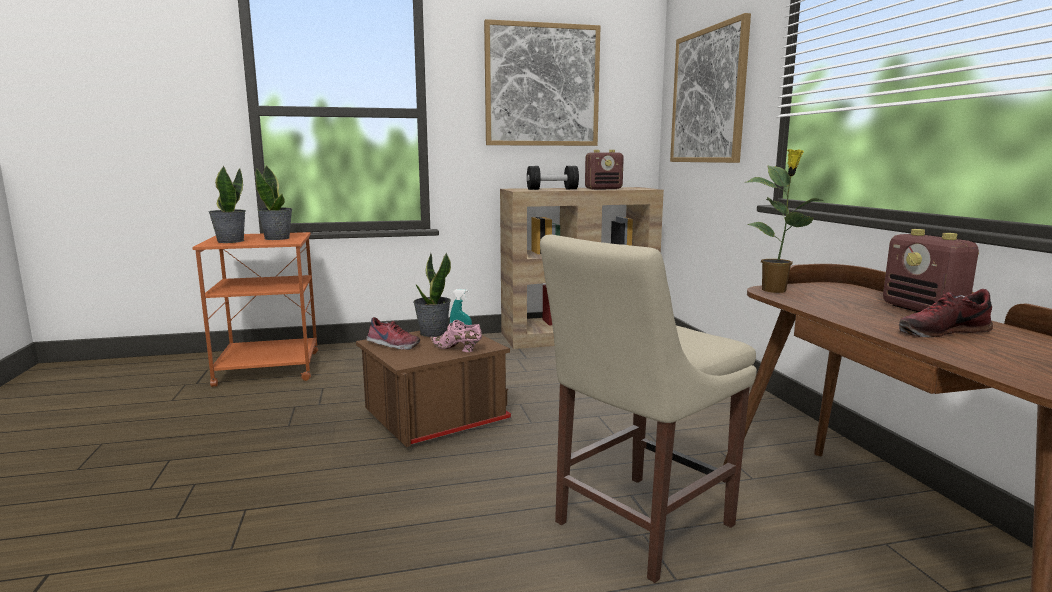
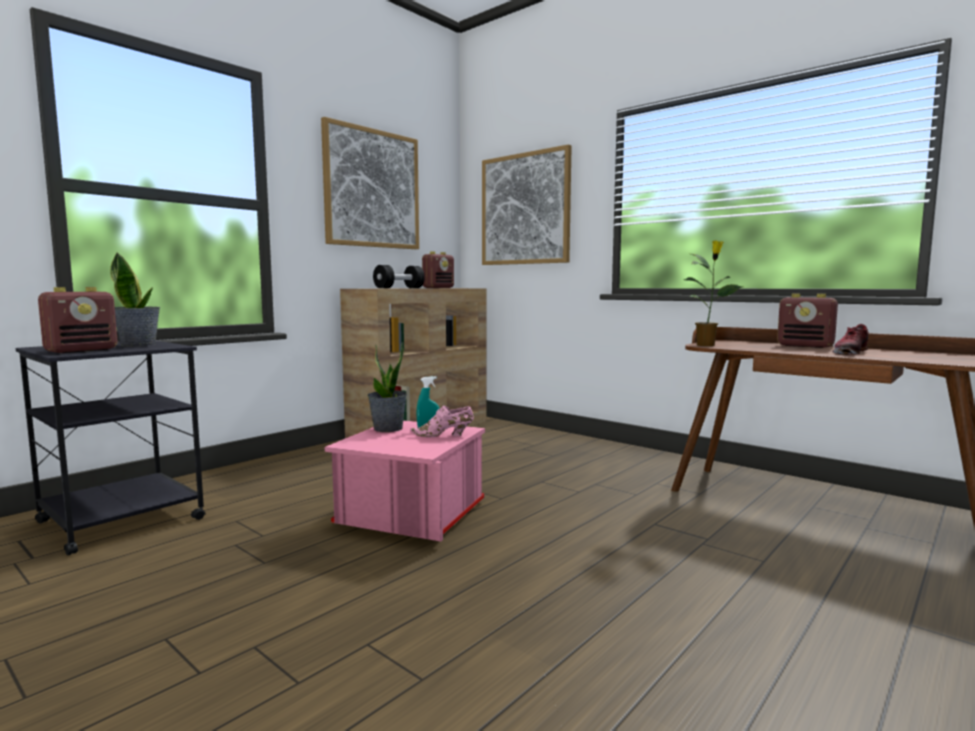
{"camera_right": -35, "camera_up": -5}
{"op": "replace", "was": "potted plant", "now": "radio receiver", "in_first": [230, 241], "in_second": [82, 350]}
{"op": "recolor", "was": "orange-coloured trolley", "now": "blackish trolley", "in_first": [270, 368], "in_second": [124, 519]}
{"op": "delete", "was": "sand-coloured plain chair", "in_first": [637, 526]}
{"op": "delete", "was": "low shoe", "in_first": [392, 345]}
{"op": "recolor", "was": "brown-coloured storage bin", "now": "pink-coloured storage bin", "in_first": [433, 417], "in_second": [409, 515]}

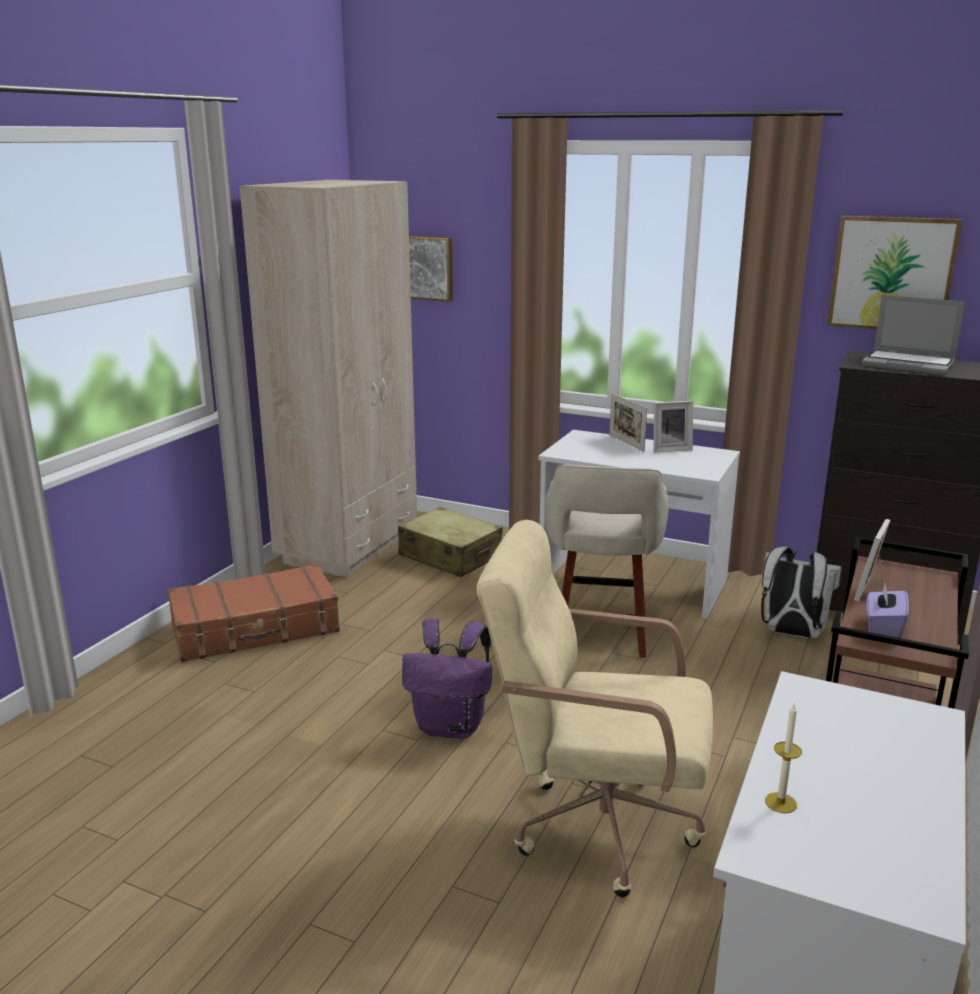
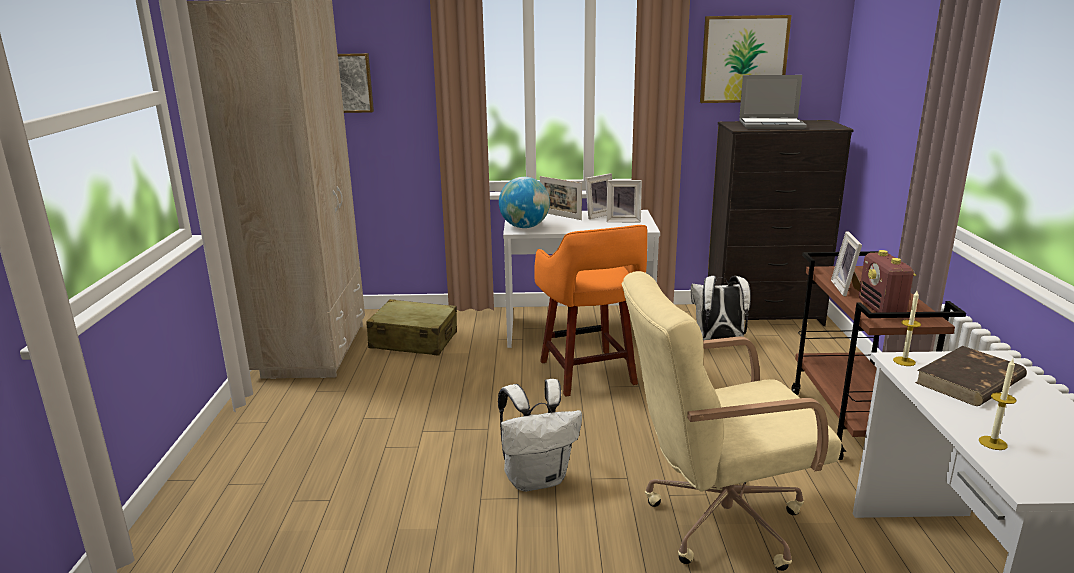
{"camera_right": -25, "camera_up": 0}
{"op": "recolor", "was": "sand-coloured stool seat", "now": "orange-coloured stool seat", "in_first": [599, 634], "in_second": [588, 375]}
{"op": "delete", "was": "brown-coloured piece of luggage", "in_first": [256, 629]}
{"op": "replace", "was": "purple-coloured tissue box", "now": "radio receiver", "in_first": [883, 627], "in_second": [881, 309]}
{"op": "recolor", "was": "purple-coloured rucksack", "now": "white rucksack", "in_first": [451, 726], "in_second": [537, 478]}
{"op": "insert", "now": "desk globe", "in_second": [524, 227]}
{"op": "insert", "now": "standing frame", "in_second": [623, 220]}
{"op": "insert", "now": "wax light", "in_second": [904, 361]}
{"op": "insert", "now": "brown-coloured book", "in_second": [969, 382]}

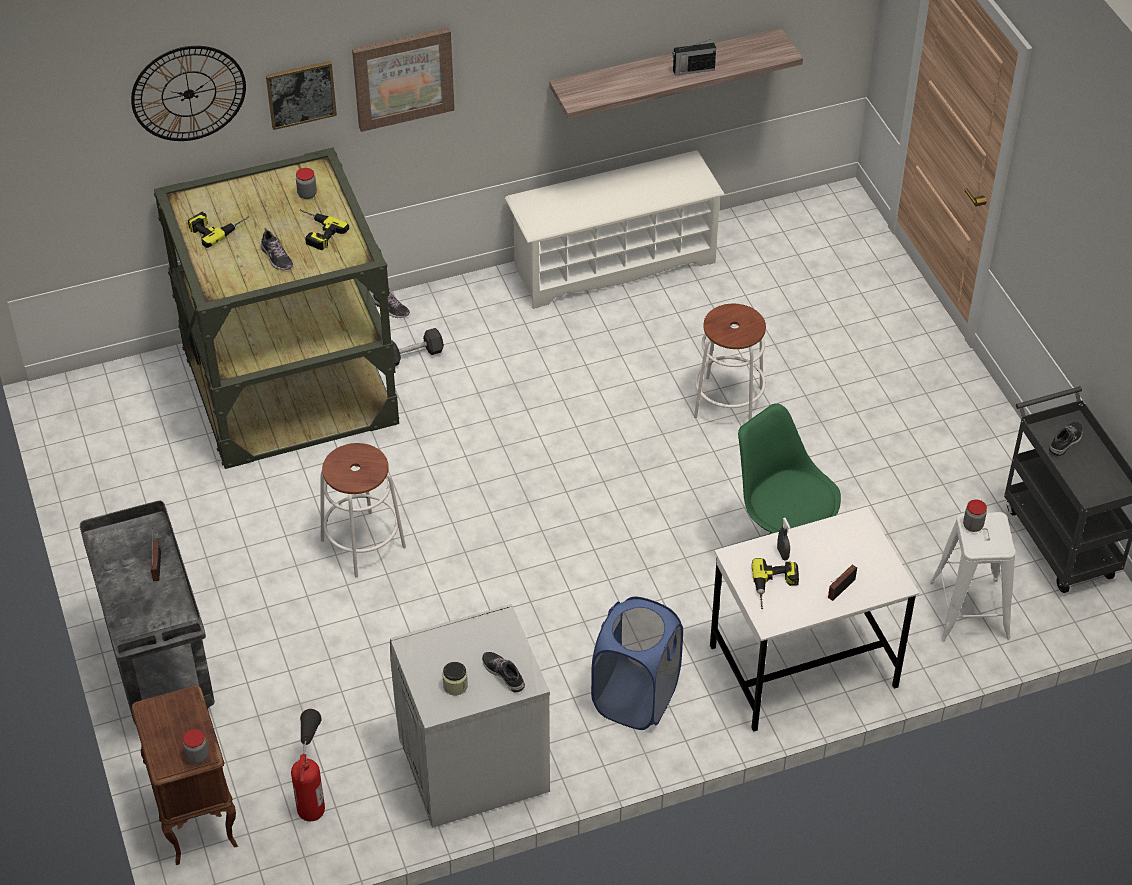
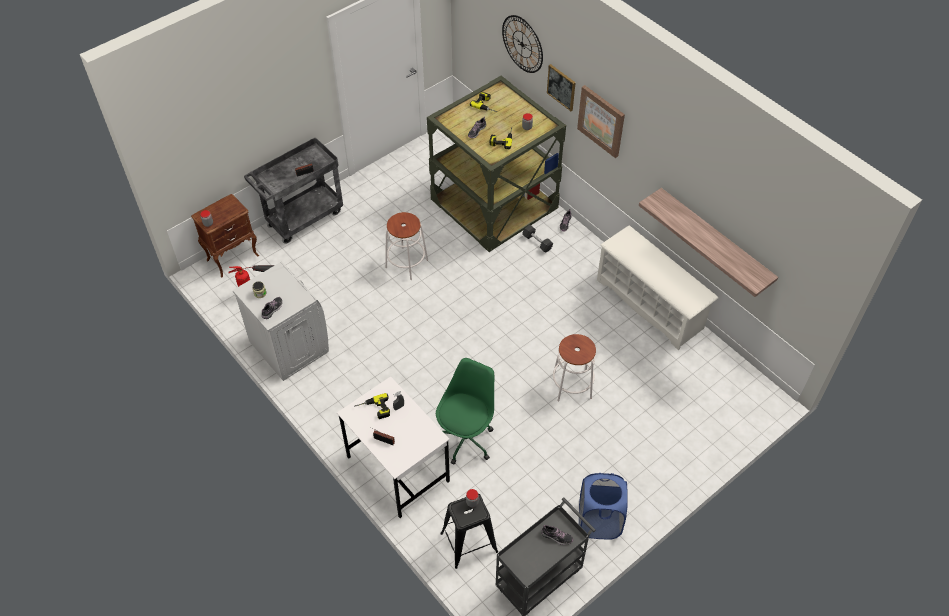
{"camera_right": 70, "camera_up": 5}
{"op": "delete", "was": "radio receiver", "in_first": [692, 70]}
{"op": "recolor", "was": "white stool seat", "now": "blackish stool seat", "in_first": [969, 609], "in_second": [469, 542]}
{"op": "move", "was": "blue laundry basket", "in_first": [635, 698], "in_second": [599, 521]}

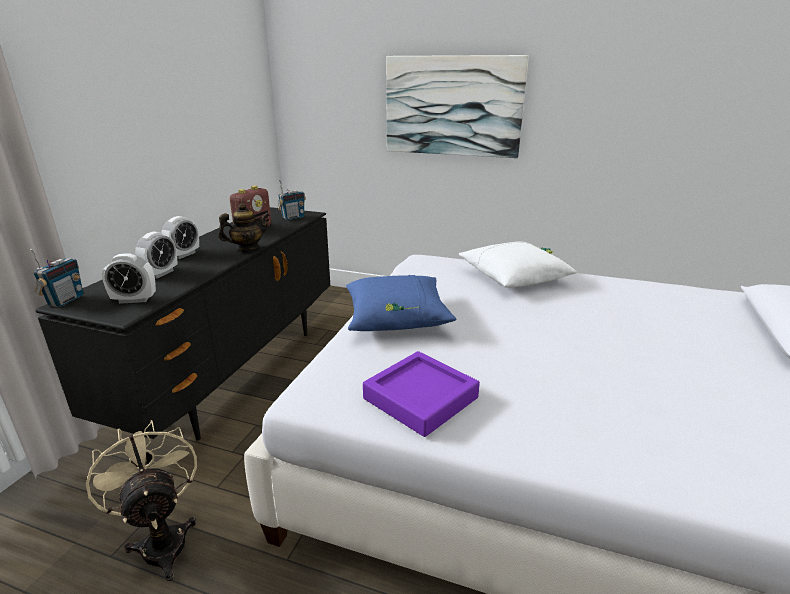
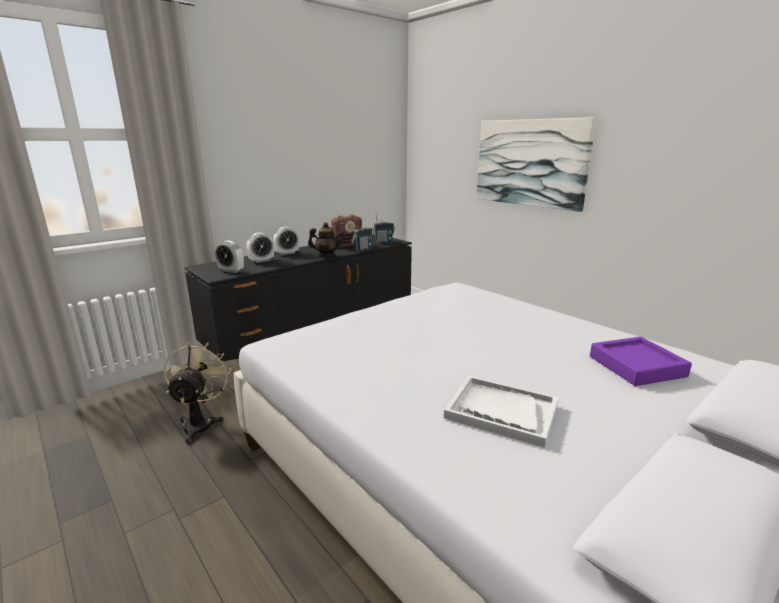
{"camera_right": 30, "camera_up": -5}
{"op": "delete", "was": "white pillow", "in_first": [513, 278]}
{"op": "move", "was": "radio receiver", "in_first": [65, 300], "in_second": [362, 249]}
{"op": "delete", "was": "blue pillow", "in_first": [396, 319]}
{"op": "move", "was": "purple-coloured tray", "in_first": [420, 398], "in_second": [636, 366]}
{"op": "insert", "now": "white tray", "in_second": [501, 411]}

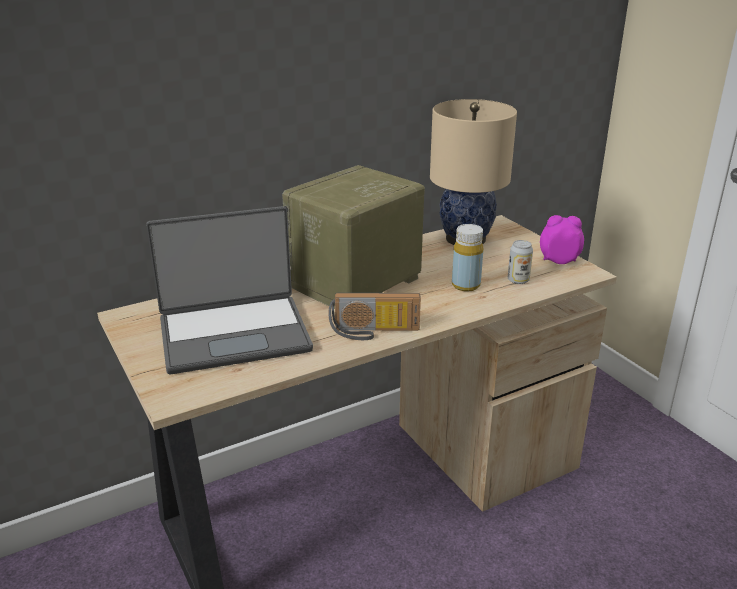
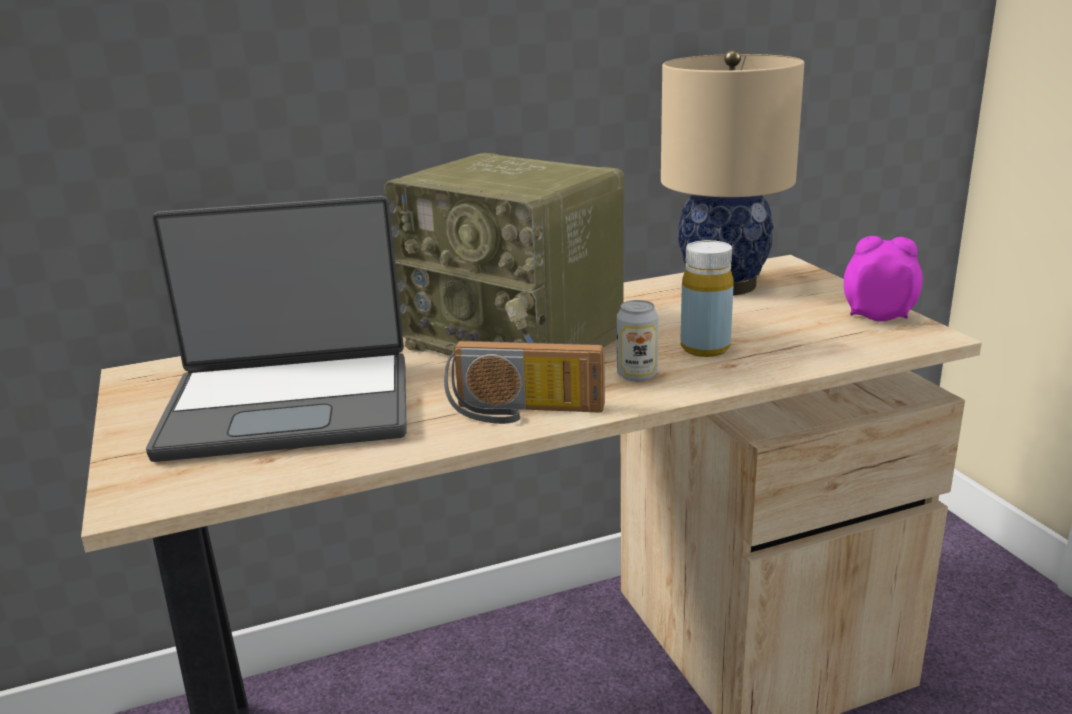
{"camera_right": 10, "camera_up": -5}
{"op": "rotate", "was": "radio receiver", "in_first": [354, 284], "in_second": [517, 341], "clockwise": -105}
{"op": "move", "was": "can", "in_first": [518, 280], "in_second": [637, 375]}

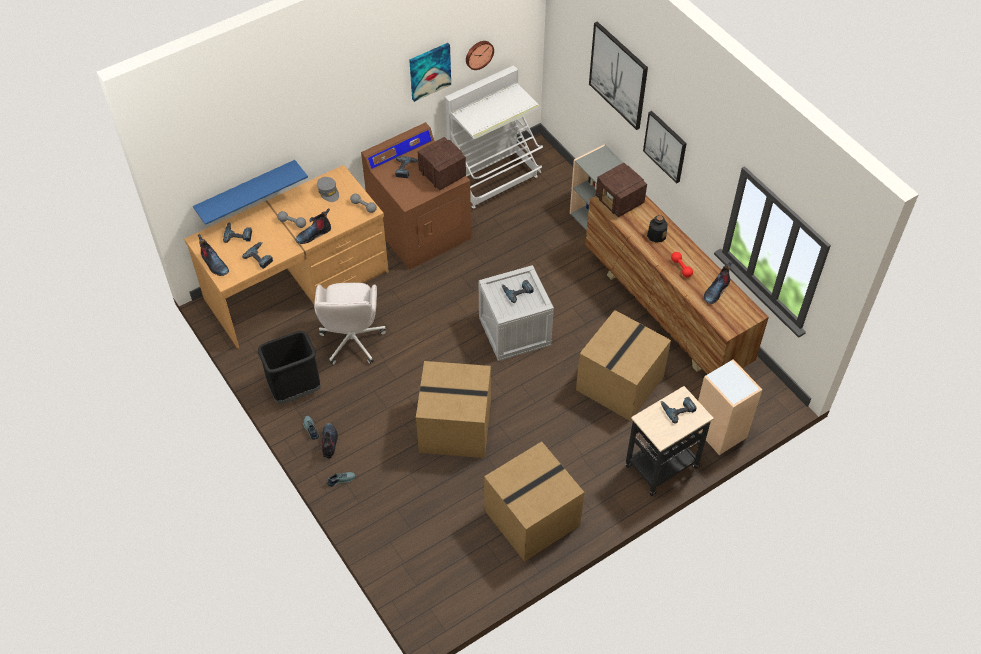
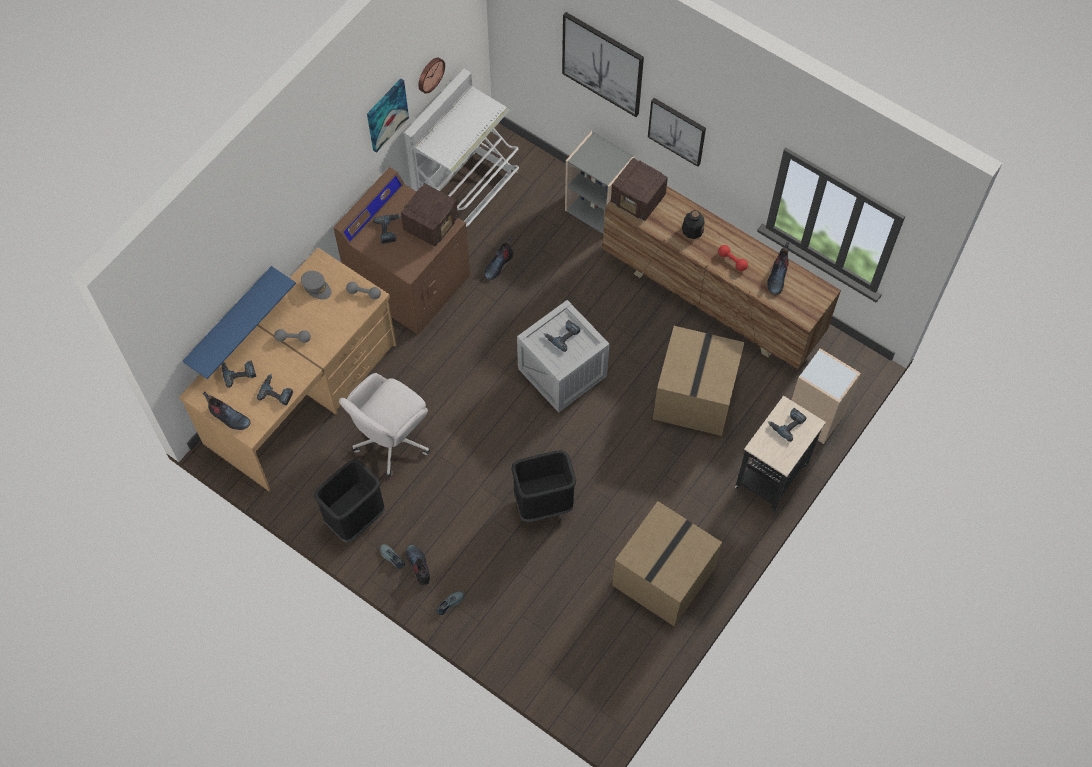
{"camera_right": -20, "camera_up": 10}
{"op": "rotate", "was": "radio receiver", "in_first": [442, 174], "in_second": [431, 224], "clockwise": 90}
{"op": "move", "was": "tall boot", "in_first": [314, 234], "in_second": [498, 264]}
{"op": "rotate", "was": "white desk chair", "in_first": [352, 341], "in_second": [392, 441], "clockwise": 60}
{"op": "replace", "was": "carton", "now": "blackish rubbish bin", "in_first": [454, 428], "in_second": [543, 505]}

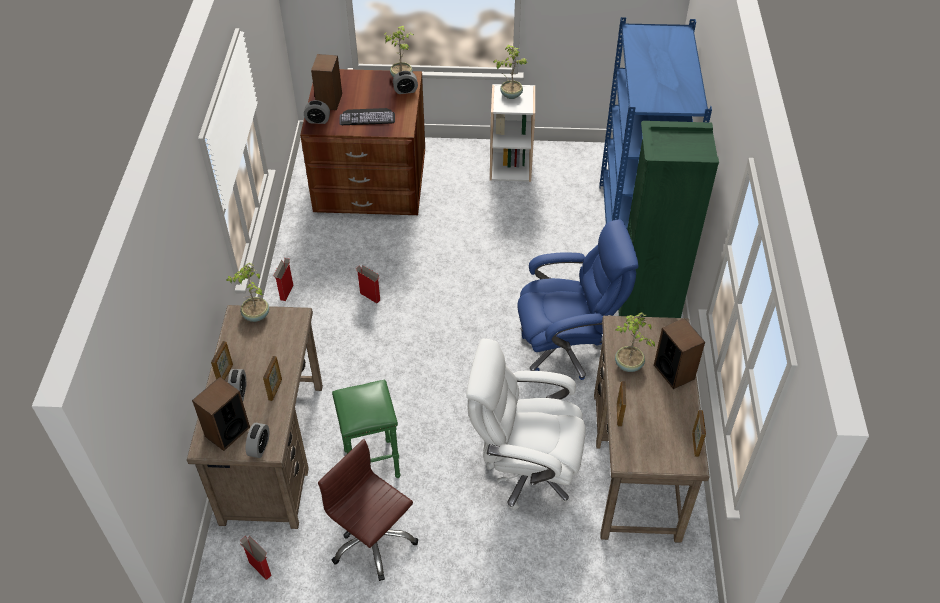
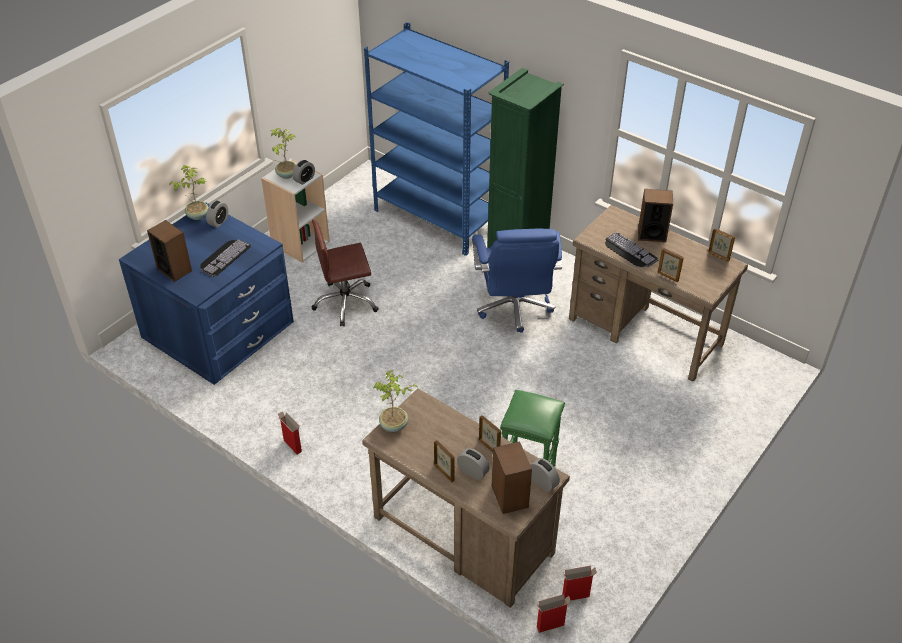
{"camera_right": -55, "camera_up": -5}
{"op": "recolor", "was": "brown-coloured chest of drawers", "now": "blue chest of drawers", "in_first": [370, 180], "in_second": [219, 330]}
{"op": "move", "was": "bedside clock", "in_first": [318, 120], "in_second": [304, 180]}
{"op": "rotate", "was": "blue desk chair", "in_first": [566, 349], "in_second": [515, 311], "clockwise": 150}
{"op": "move", "was": "carton", "in_first": [370, 297], "in_second": [551, 626]}
{"op": "replace", "was": "potted plant", "now": "keyboard", "in_first": [628, 365], "in_second": [628, 251]}
{"op": "delete", "was": "white desk chair", "in_first": [525, 471]}
{"op": "move", "was": "brown-coloured desk chair", "in_first": [372, 540], "in_second": [345, 303]}

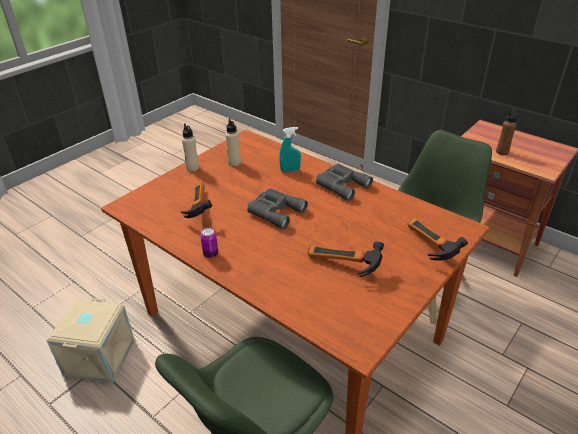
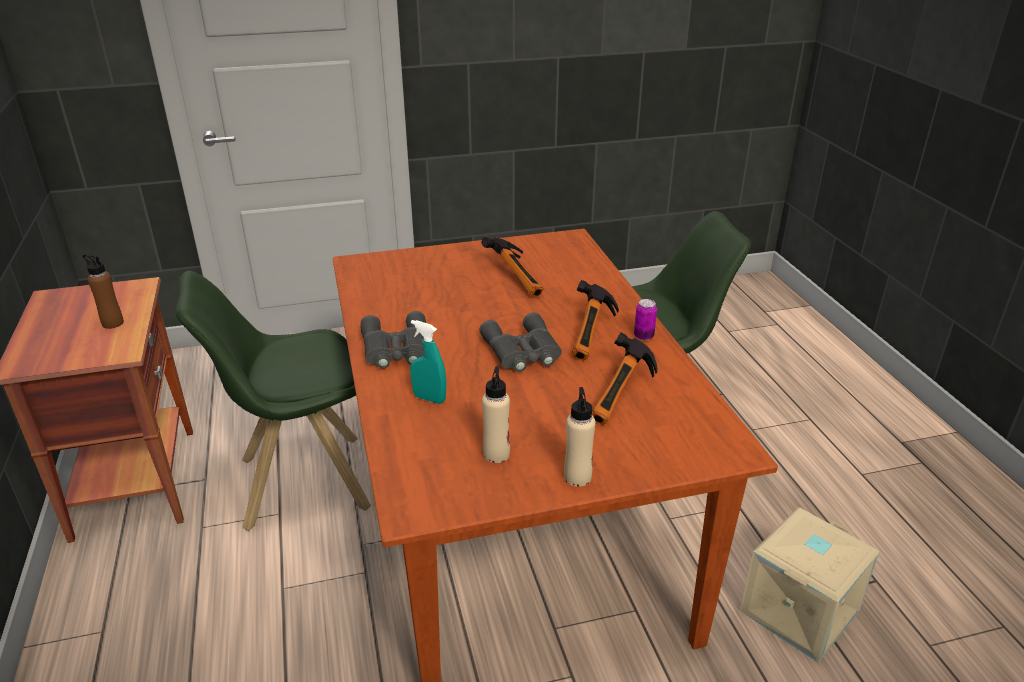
{"camera_right": -145, "camera_up": -5}
{"op": "move", "was": "hammer", "in_first": [427, 247], "in_second": [594, 336]}

